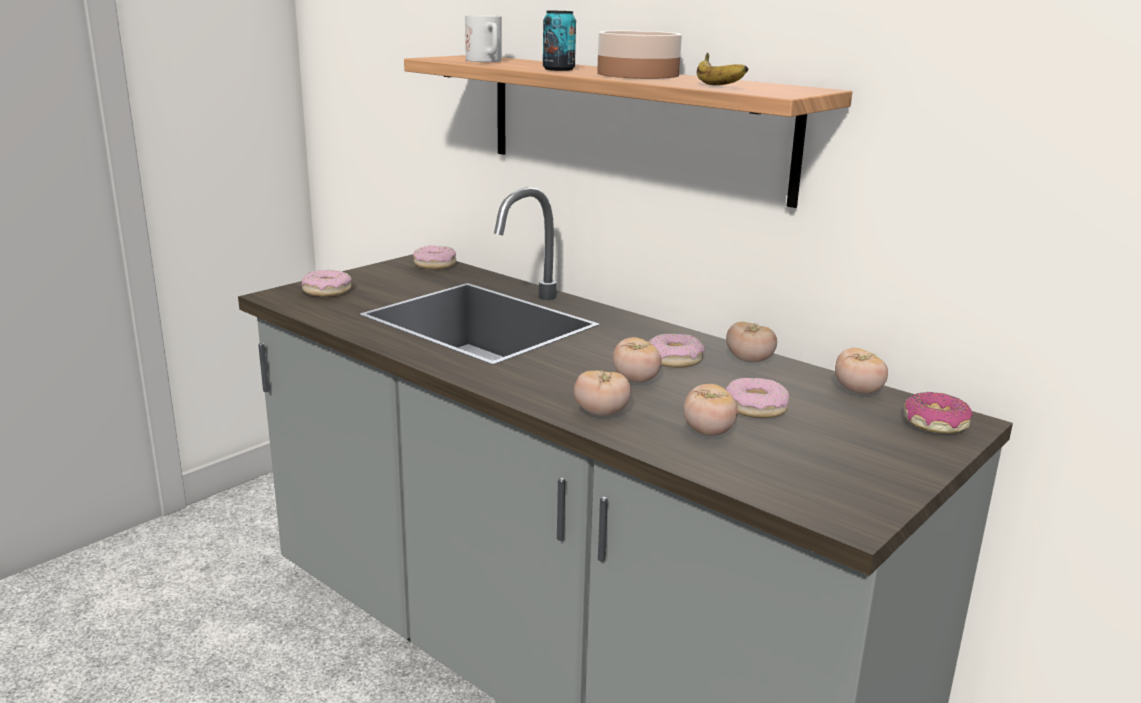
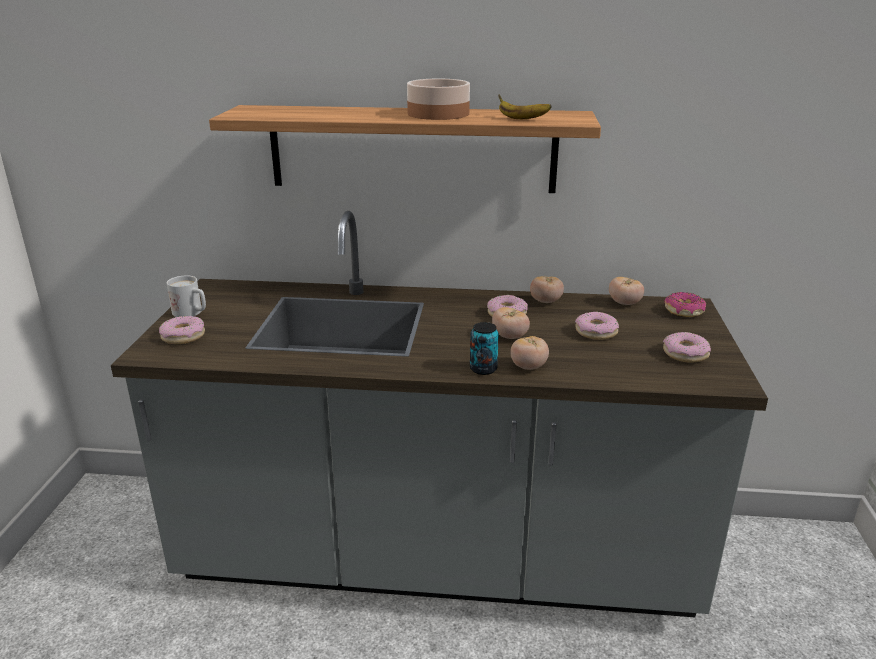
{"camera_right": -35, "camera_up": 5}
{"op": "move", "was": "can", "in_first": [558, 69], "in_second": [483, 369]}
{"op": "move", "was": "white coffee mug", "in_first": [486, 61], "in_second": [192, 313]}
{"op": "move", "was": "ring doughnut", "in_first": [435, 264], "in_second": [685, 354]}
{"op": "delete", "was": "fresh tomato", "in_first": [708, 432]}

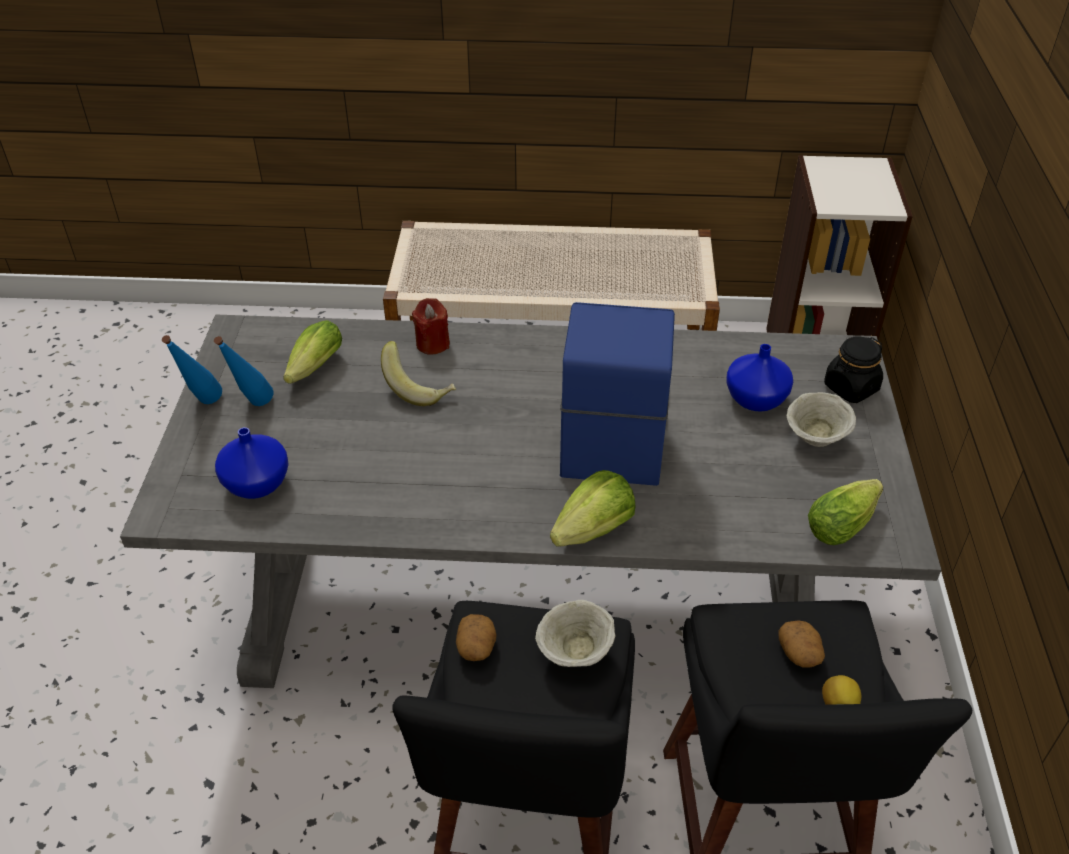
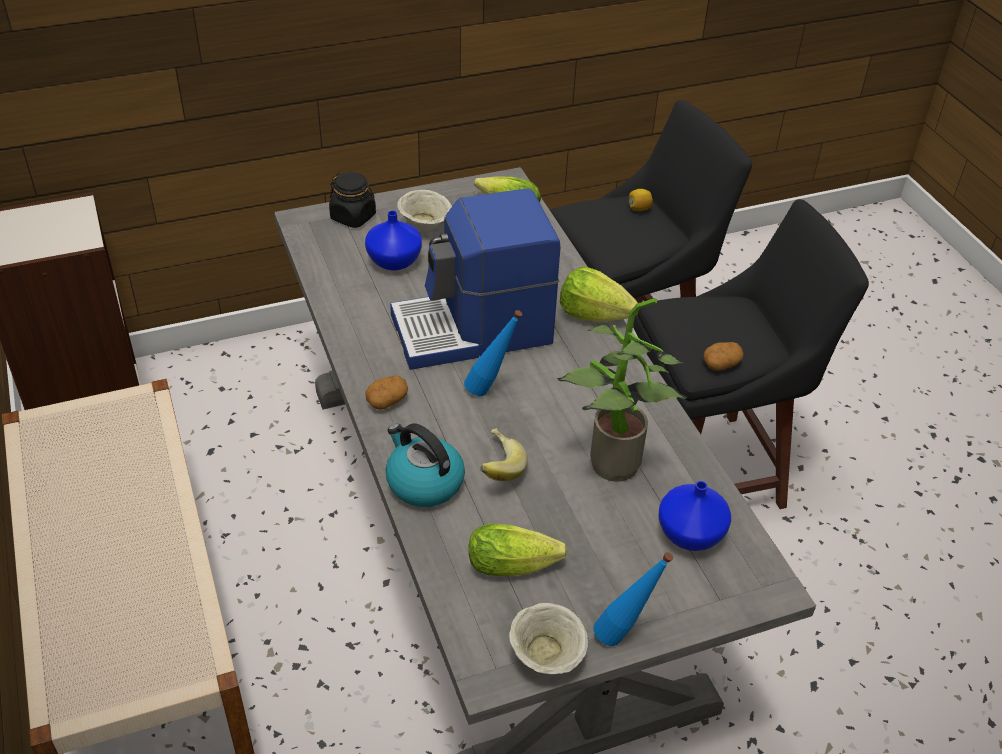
{"camera_right": -115, "camera_up": 0}
{"op": "replace", "was": "red-coloured wax light", "now": "tea kettle", "in_first": [432, 344], "in_second": [423, 482]}
{"op": "move", "was": "blue bottle", "in_first": [253, 407], "in_second": [491, 390]}
{"op": "move", "was": "sand-coloured deep dish", "in_first": [576, 654], "in_second": [546, 656]}
{"op": "move", "was": "whole potato", "in_first": [800, 653], "in_second": [387, 400]}
{"op": "insert", "now": "potted plant", "in_second": [608, 468]}

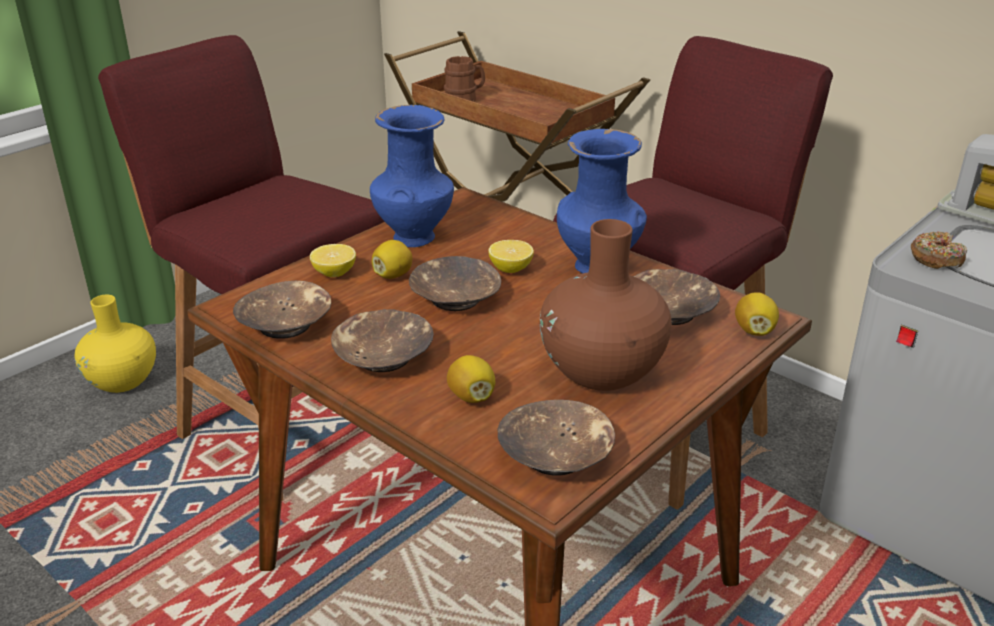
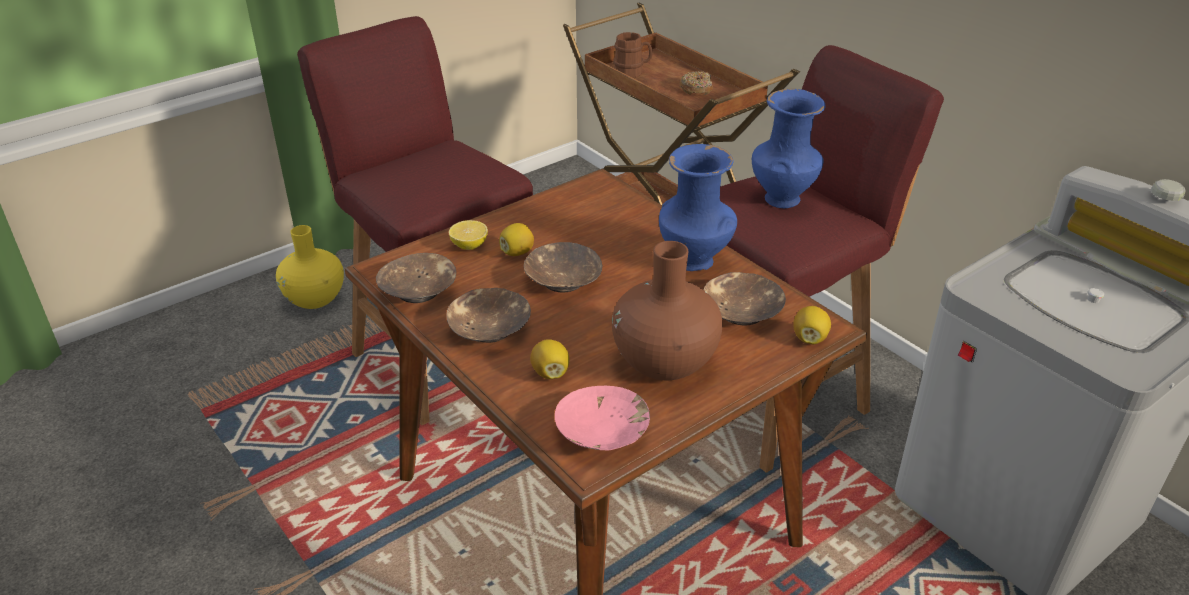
{"camera_right": 10, "camera_up": 5}
{"op": "move", "was": "blue vase", "in_first": [414, 236], "in_second": [782, 198]}
{"op": "move", "was": "ring doughnut", "in_first": [935, 258], "in_second": [696, 89]}
{"op": "delete", "was": "citrus fruit", "in_first": [510, 269]}
{"op": "recolor", "was": "brown-coloured deep dish", "now": "pink-coloured deep dish", "in_first": [556, 456], "in_second": [602, 433]}

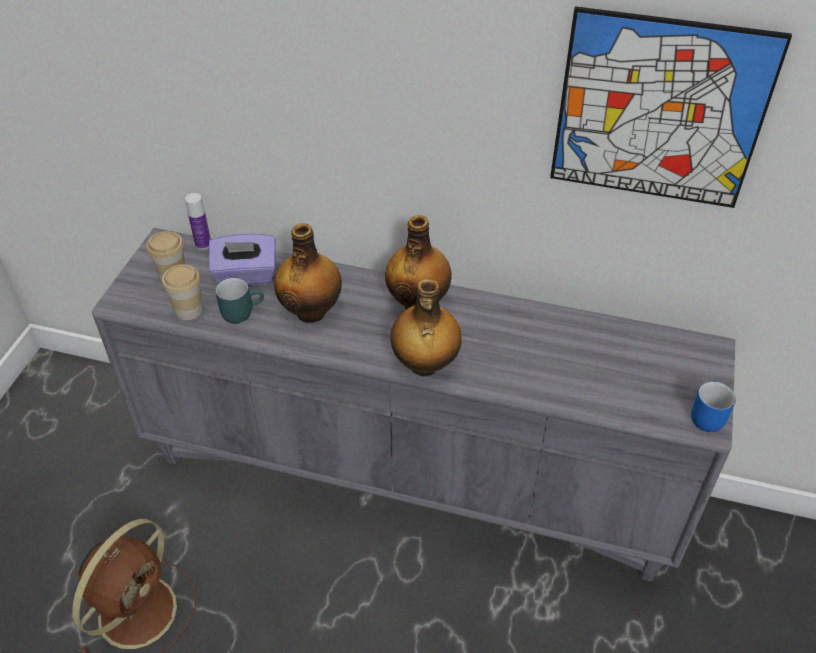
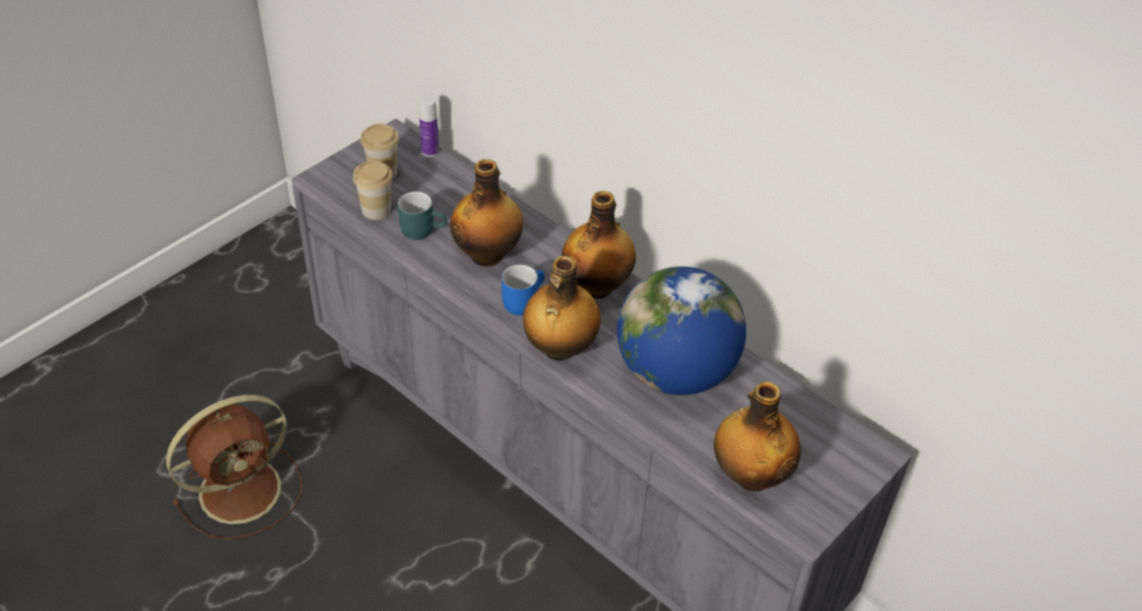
{"camera_right": 25, "camera_up": 0}
{"op": "delete", "was": "picture", "in_first": [659, 111]}
{"op": "delete", "was": "purple-coloured tissue box", "in_first": [246, 276]}
{"op": "move", "was": "blue coffee mug", "in_first": [705, 415], "in_second": [522, 300]}
{"op": "insert", "now": "desk globe", "in_second": [675, 372]}
{"op": "insert", "now": "bottle", "in_second": [750, 475]}

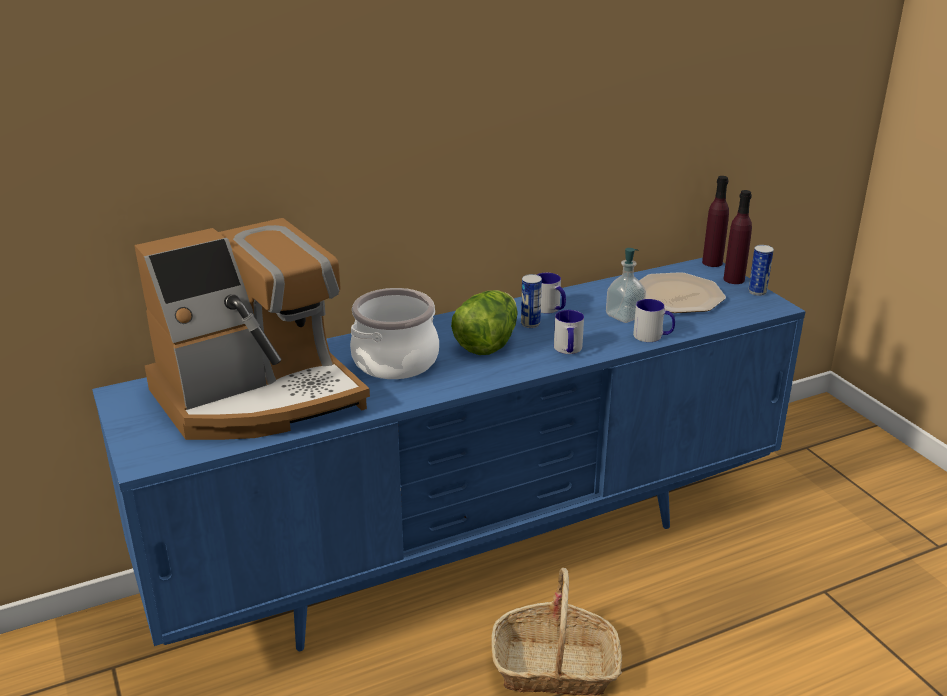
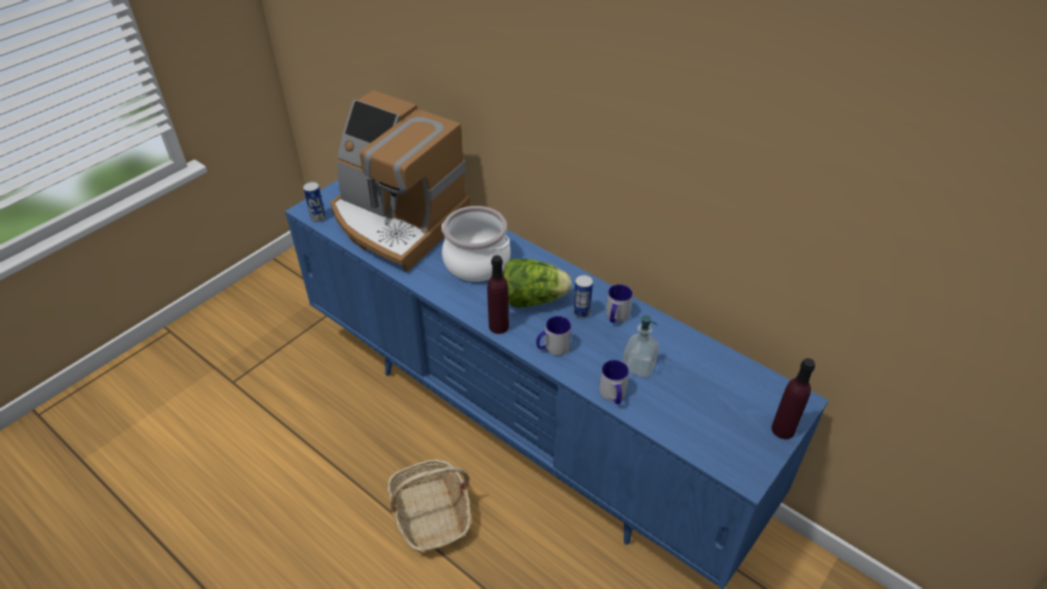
{"camera_right": 65, "camera_up": 15}
{"op": "move", "was": "purple-coloured bottle", "in_first": [712, 262], "in_second": [498, 326]}
{"op": "move", "was": "can", "in_first": [757, 292], "in_second": [318, 218]}
{"op": "delete", "was": "dinner plate", "in_first": [678, 295]}

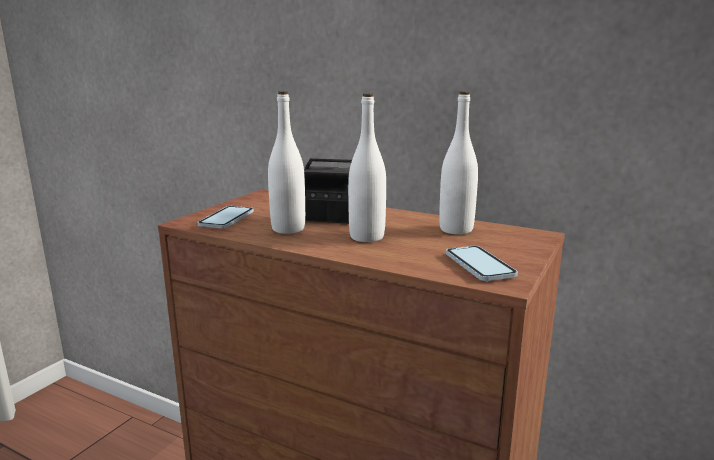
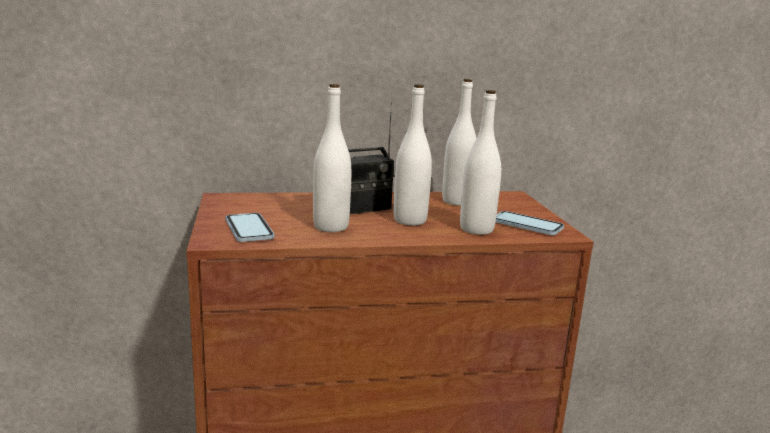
{"camera_right": -40, "camera_up": 0}
{"op": "insert", "now": "white bottle", "in_second": [476, 229]}

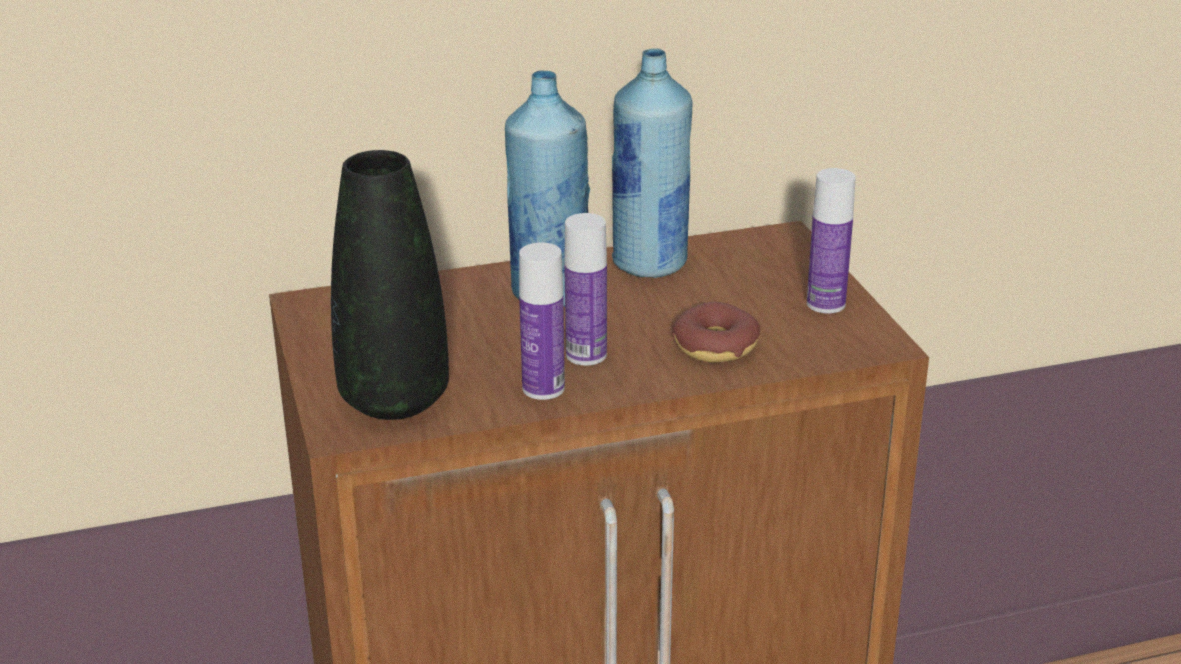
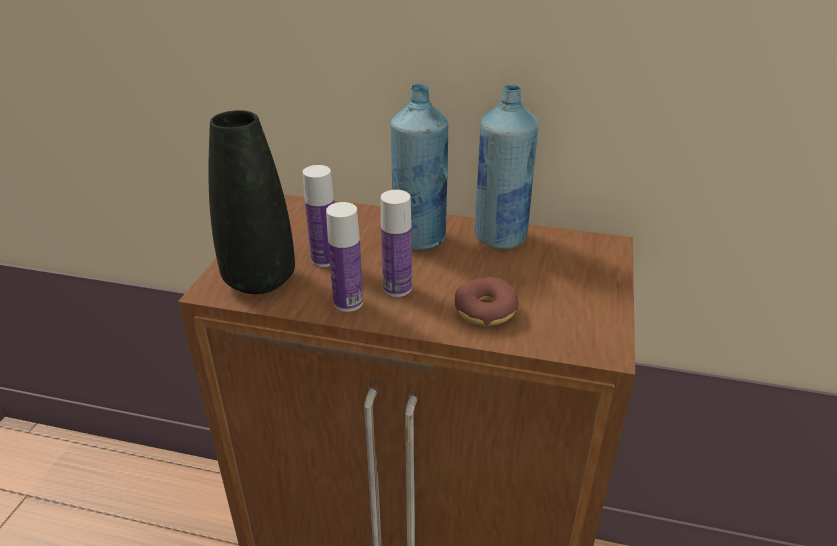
{"camera_right": 30, "camera_up": 5}
{"op": "move", "was": "bottle", "in_first": [826, 304], "in_second": [324, 259]}

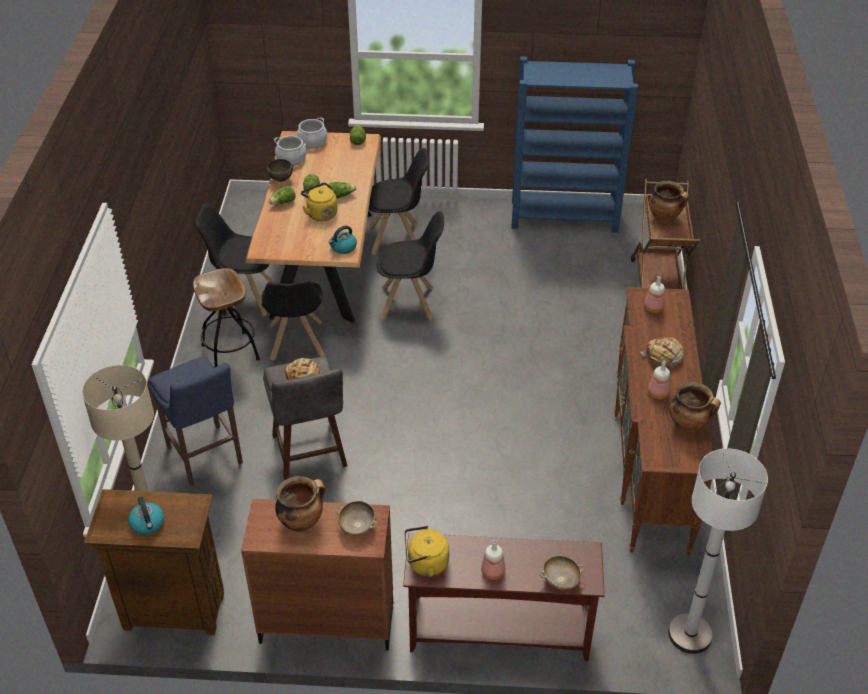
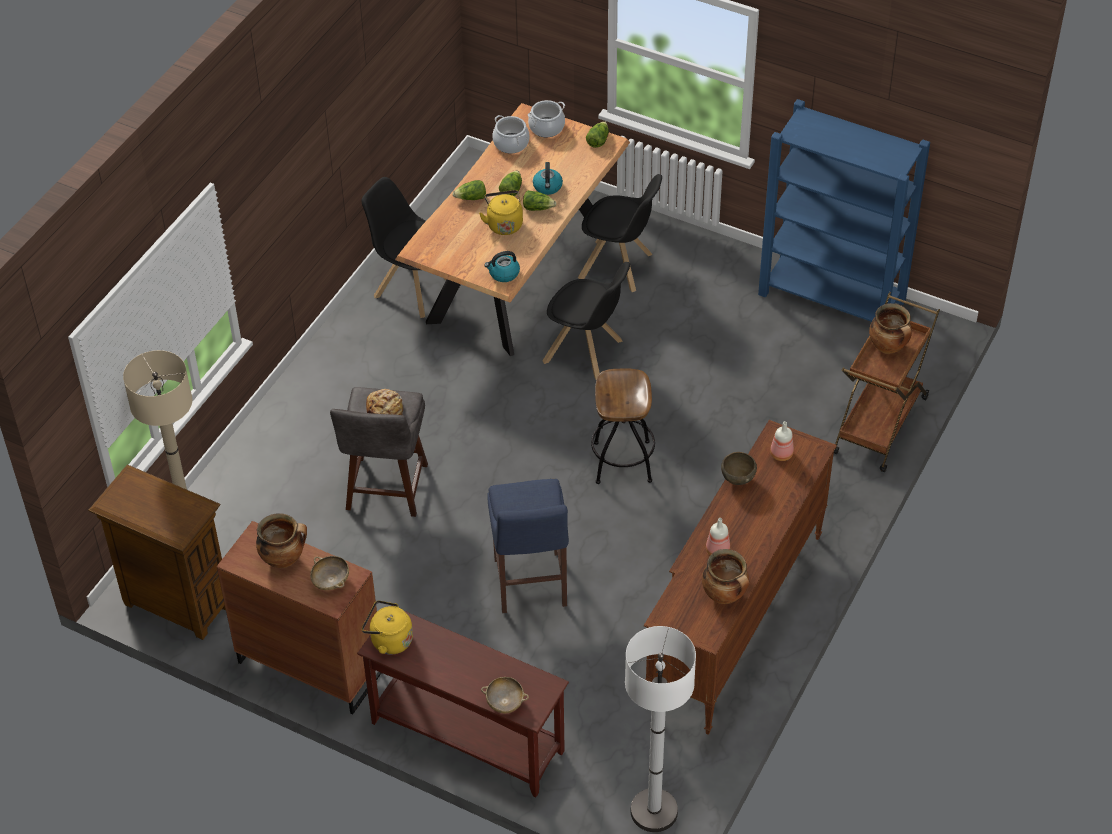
{"camera_right": 25, "camera_up": 5}
{"op": "move", "was": "brown-coloured deep dish", "in_first": [280, 180], "in_second": [737, 479]}
{"op": "move", "was": "brown-coloured stool seat", "in_first": [230, 352], "in_second": [622, 462]}
{"op": "delete", "was": "blackish plain chair", "in_first": [296, 343]}
{"op": "delete", "was": "bread", "in_first": [663, 357]}
{"op": "move", "was": "blue stool seat", "in_first": [206, 458], "in_second": [530, 586]}
{"op": "move", "was": "tea kettle", "in_first": [148, 524], "in_second": [547, 187]}
{"op": "delete", "was": "bottle", "in_first": [493, 571]}

